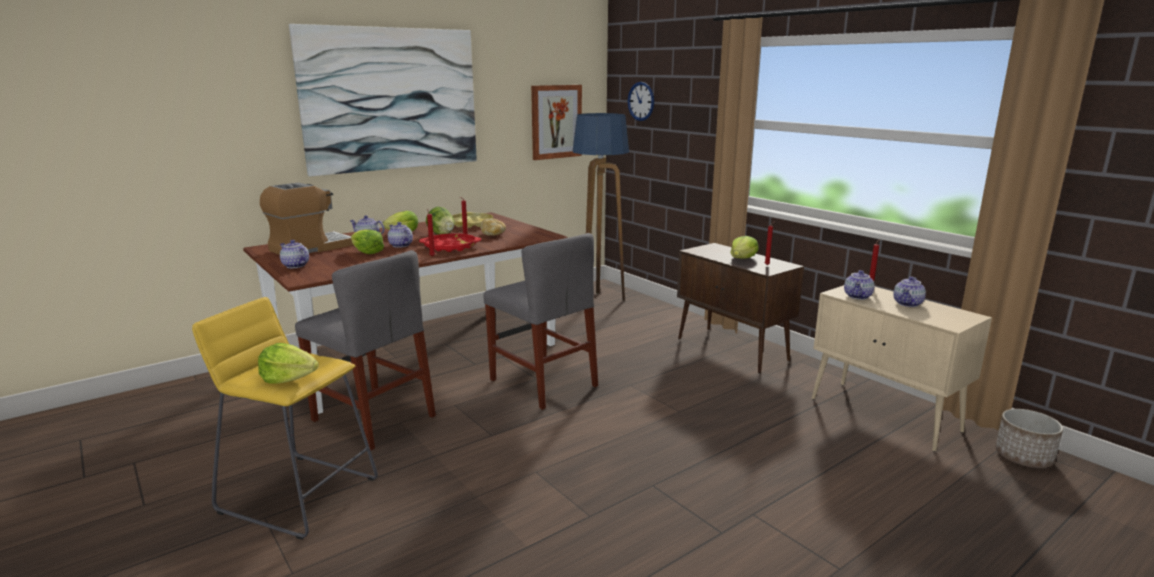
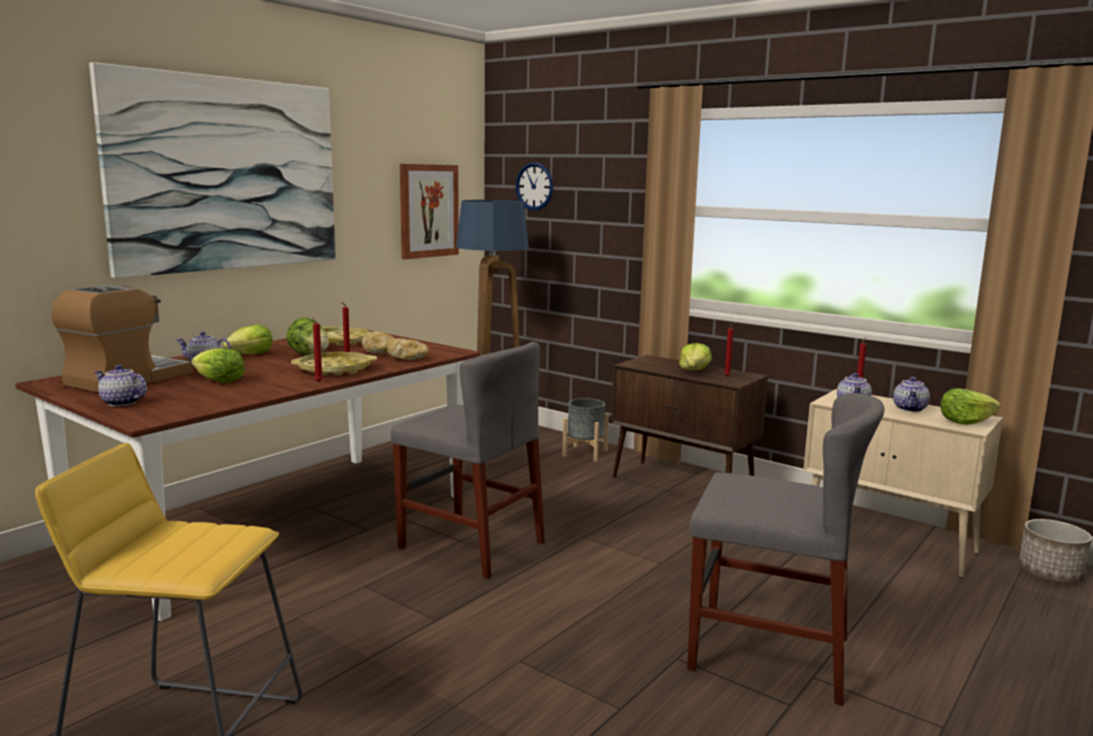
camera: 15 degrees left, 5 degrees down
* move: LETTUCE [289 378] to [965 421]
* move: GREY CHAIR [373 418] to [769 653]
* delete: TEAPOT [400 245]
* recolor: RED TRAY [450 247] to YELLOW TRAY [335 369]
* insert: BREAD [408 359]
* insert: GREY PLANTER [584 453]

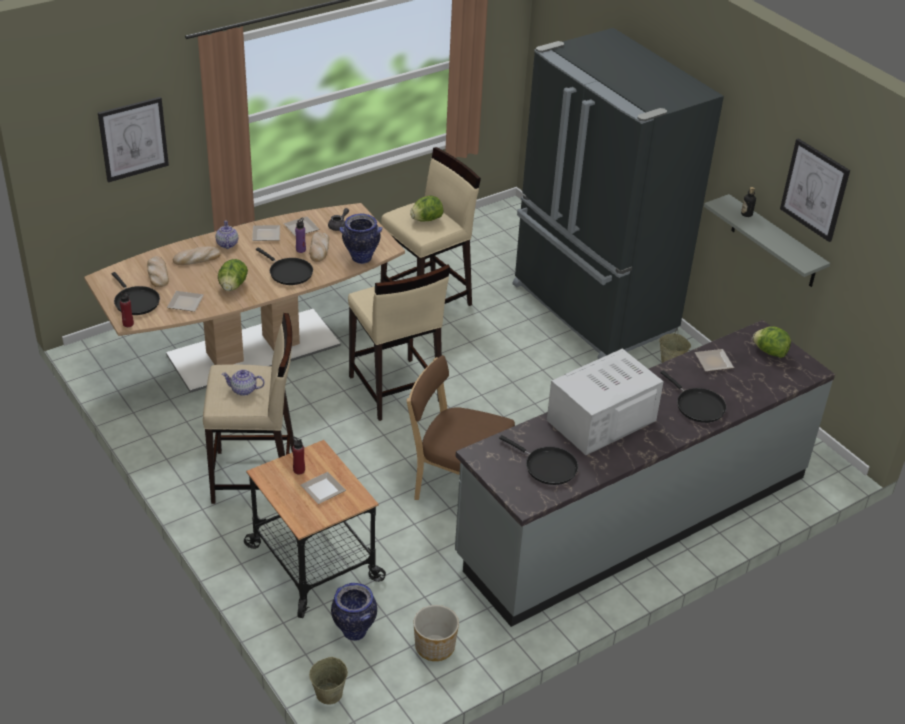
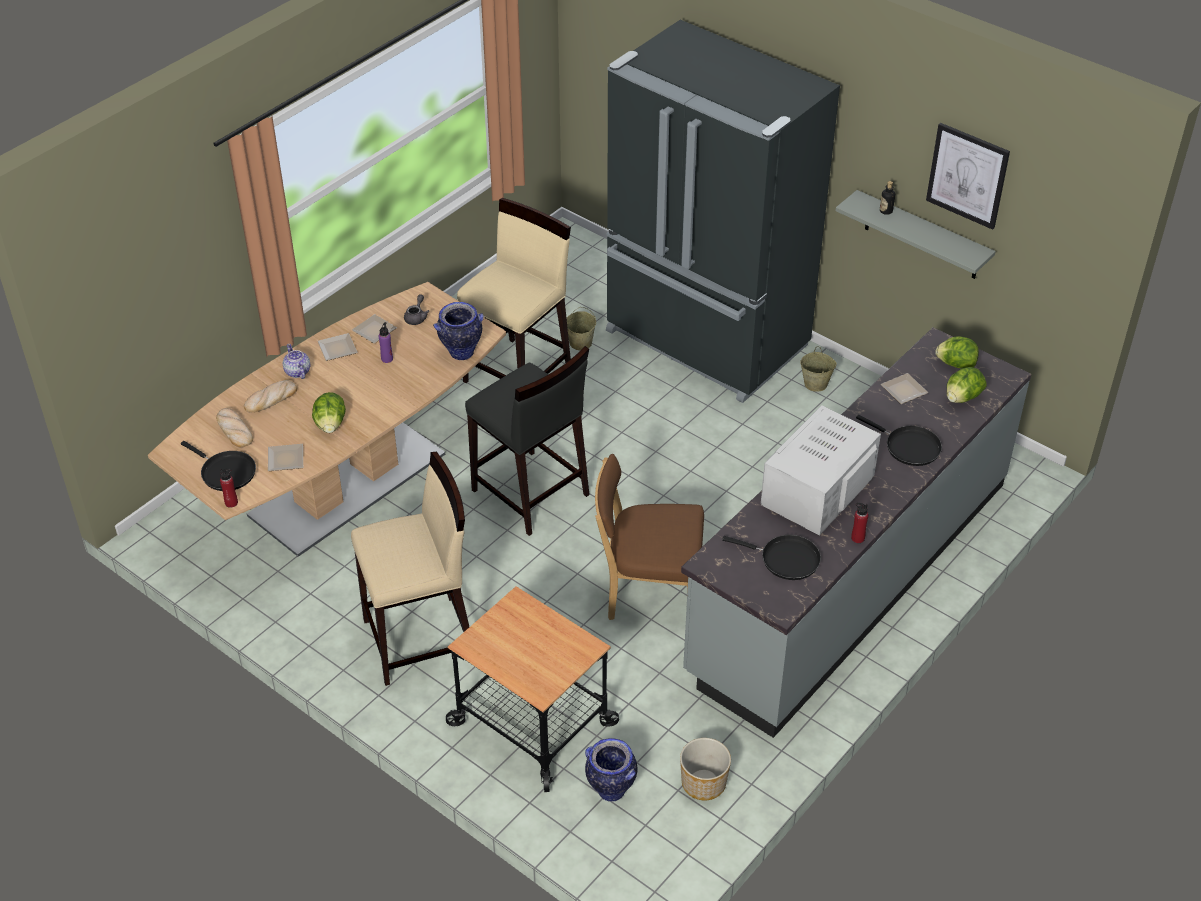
camera: 15 degrees left, 5 degrees up
* delete: PICTURE [133 139]
* delete: TEAPOT [244 390]
* delete: BLACK FRYING PAN [288 272]
* move: RED BOTTLE [299 470] to [857 538]
* delete: PLATE [322 491]
* delete: BREAD [319 248]
* move: BEIGE BUCKET [329 693] to [580 343]
* recolor: BEIGE STOOL [395 390] to BLACK STOOL [530 493]
* move: LETTUCE [426 220] to [962 398]

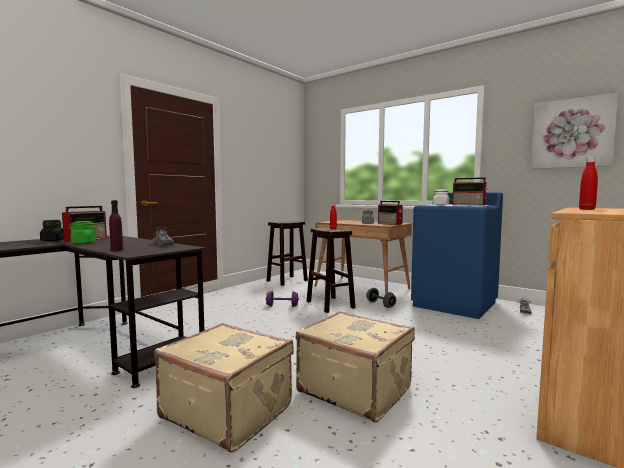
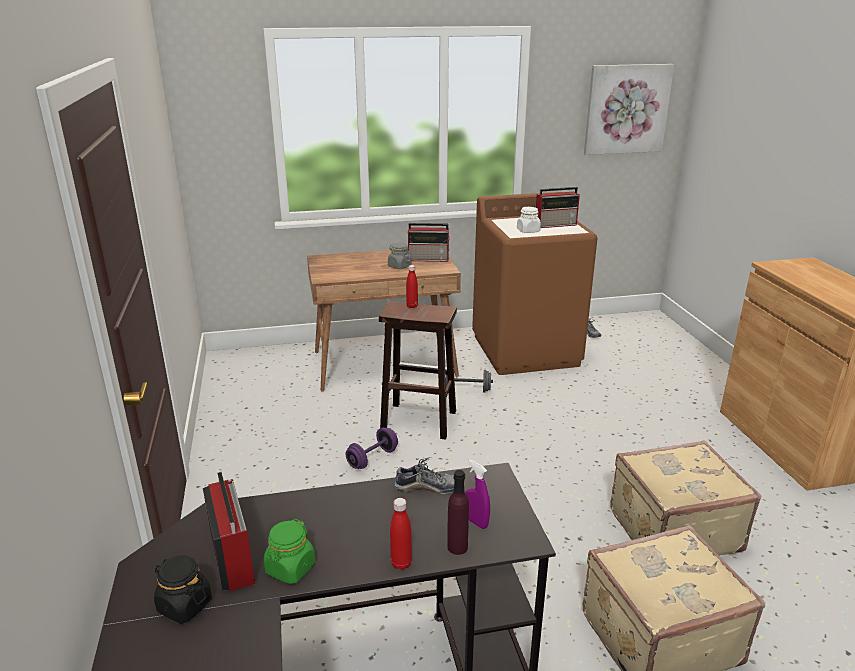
camera: 50 degrees left, 20 degrees up
* delete: BROWN STOOL [286 281]
* recolor: BLUE WASHING MACHINE [455 304] to BROWN WASHING MACHINE [526 350]
* move: RED BOTTLE [586 209] to [401 563]
* insert: PURPLE SPRAY BOTTLE [476 522]

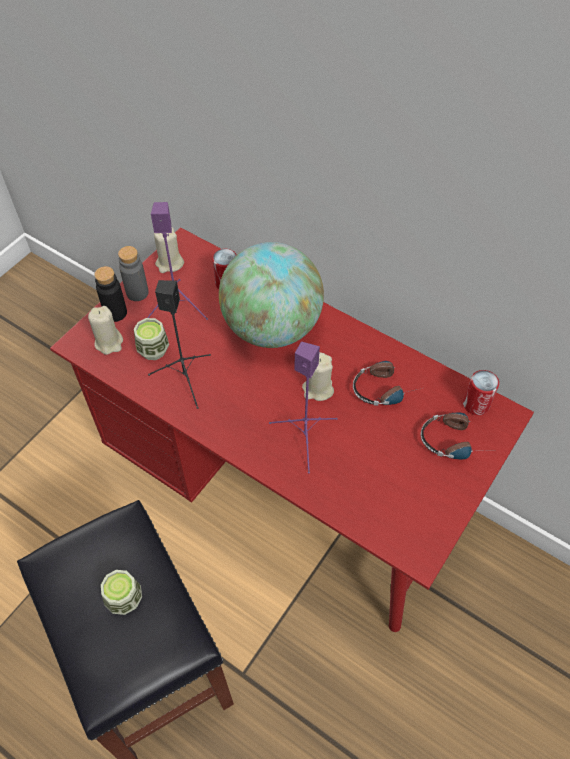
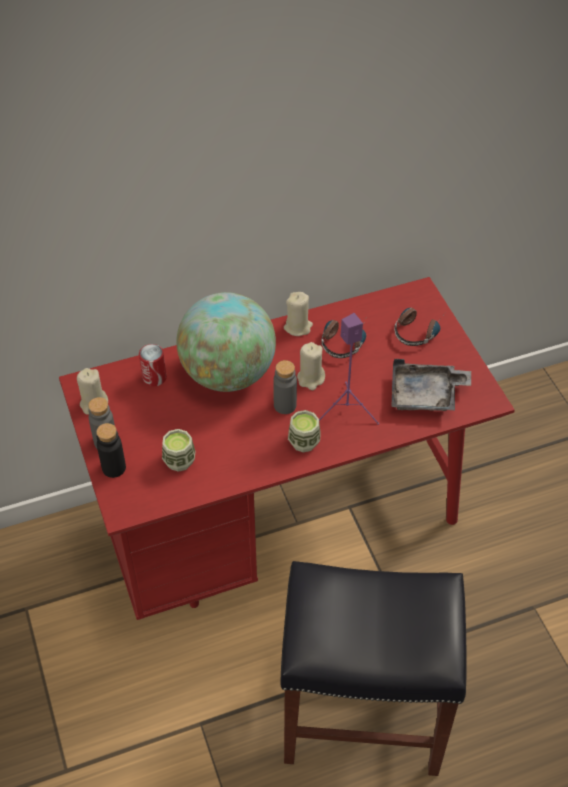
camera: 55 degrees left, 5 degrees down
* move: BEIGE CANDLE [109 342] to [298 327]
* move: CUP [124 599] to [304 442]
* delete: PURPLE SPEAKER [178 306]
* delete: BLACK SPEAKER [185 378]
* delete: CAN [476 404]
* insert: GREY BOTTLE [285 405]
* insert: GREY TRAY [425 395]

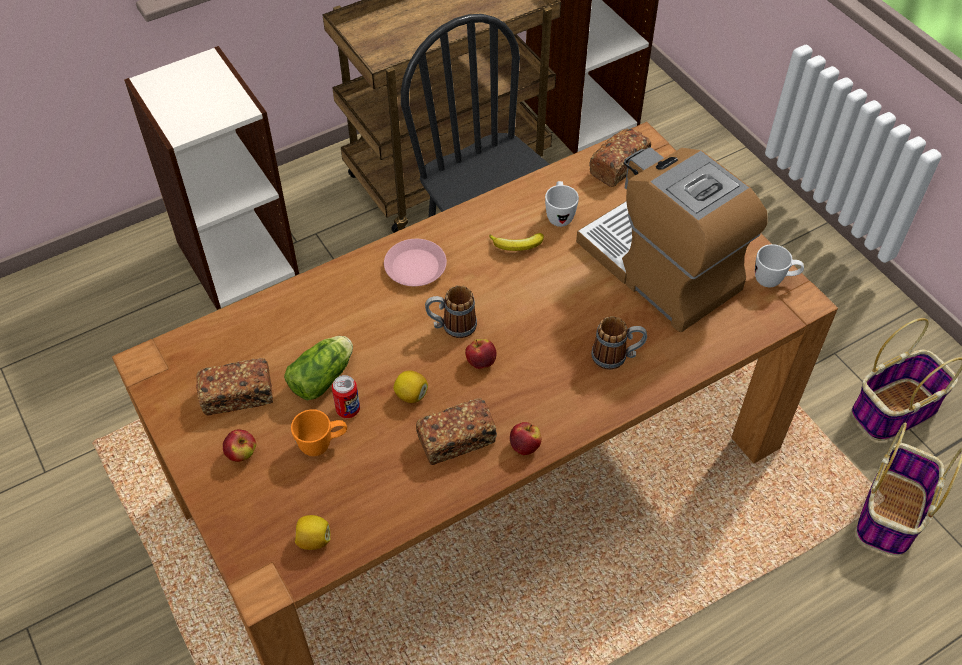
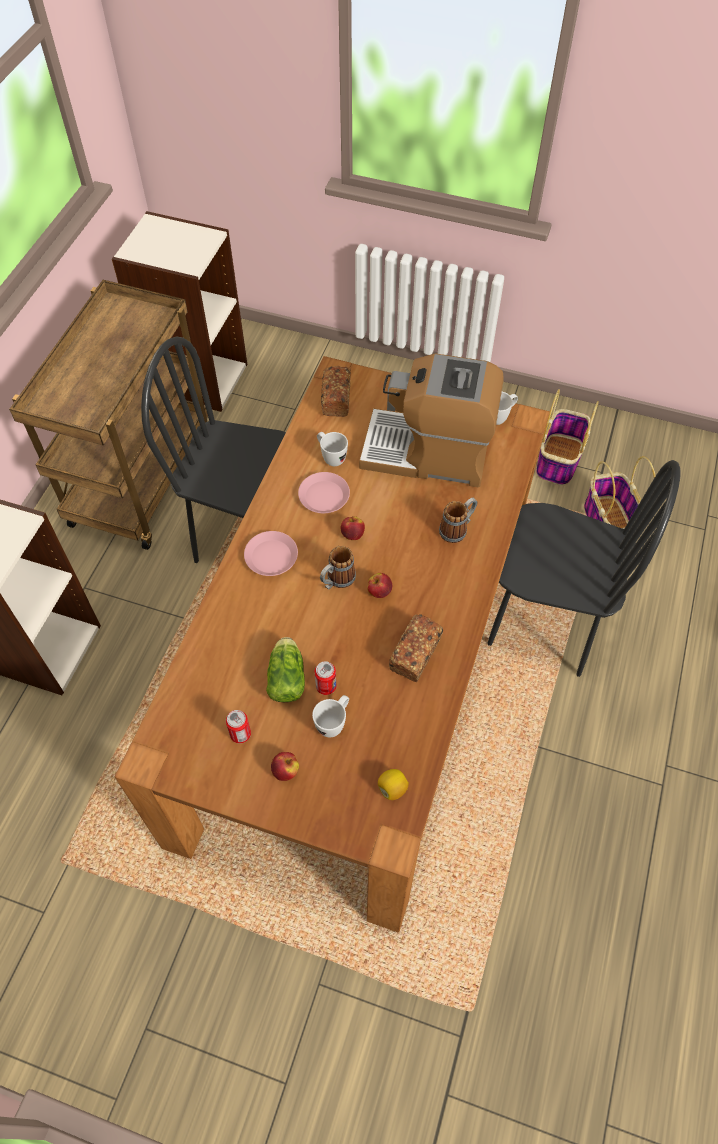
camera: 40 degrees left, 5 degrees up
* replace: BREAD [237 396] to CAN [240 734]
* recolor: ORANGE MUG [322 445] to WHITE MUG [333 722]
* delete: LEMON [411 395]
* replace: BANANA [517 246] to PINK PLATE [324 496]
* move: APPLE [524 446] to [352 534]
* insert: BLACK CHAIR [544 623]

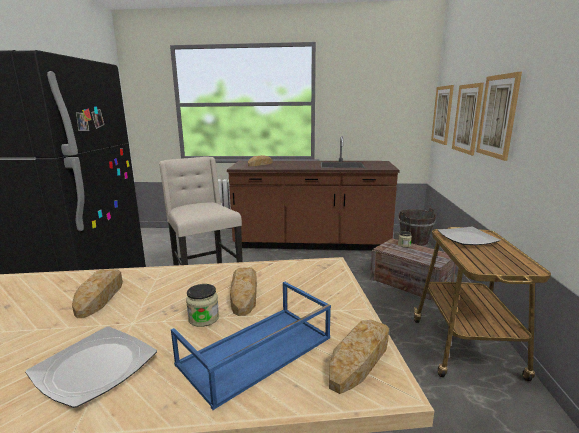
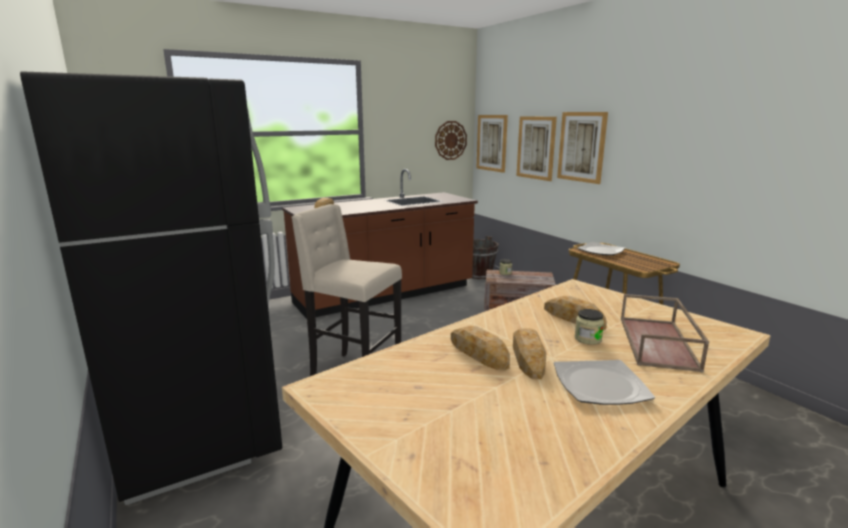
camera: 35 degrees left, 0 degrees up
* recolor: BLUE TRAY [256 352] to BROWN TRAY [659 343]
* move: BREAD [359 359] to [528 358]
* insert: WALL CLOCK [450 140]

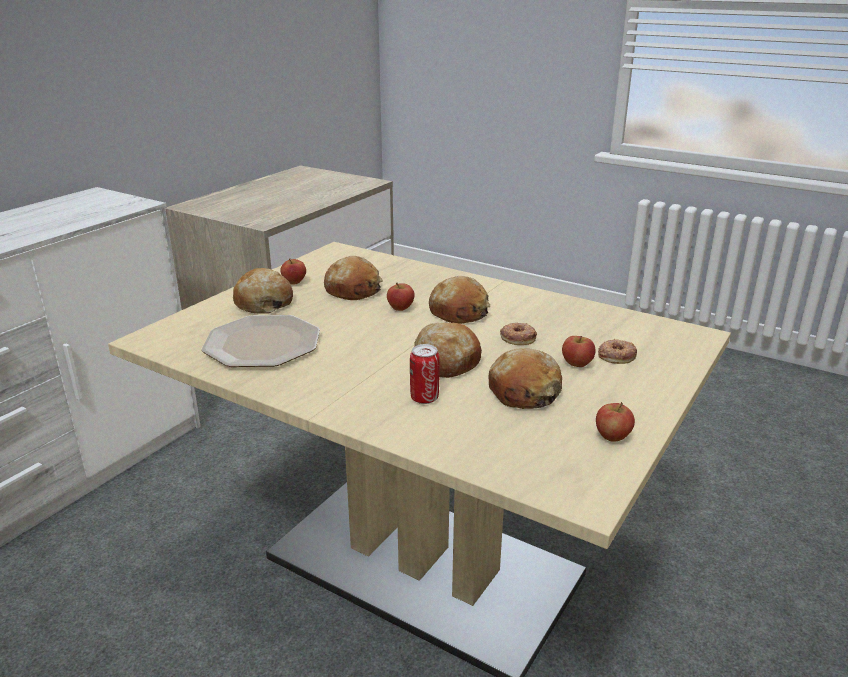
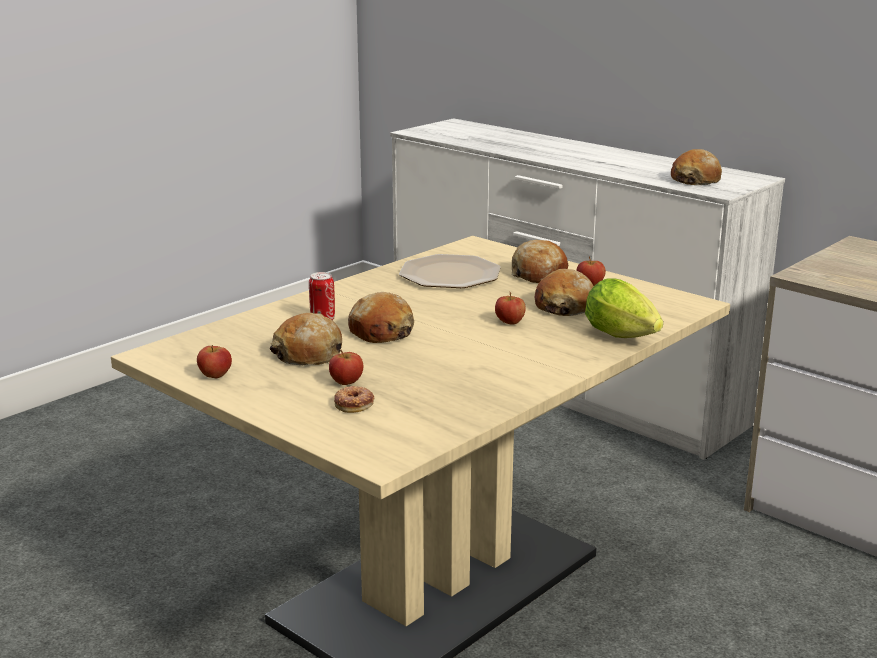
camera: 100 degrees right, 5 degrees down
* move: BREAD [459 312] to [695 180]
* delete: DONUT [518 337]
* insert: LETTUCE [624 337]

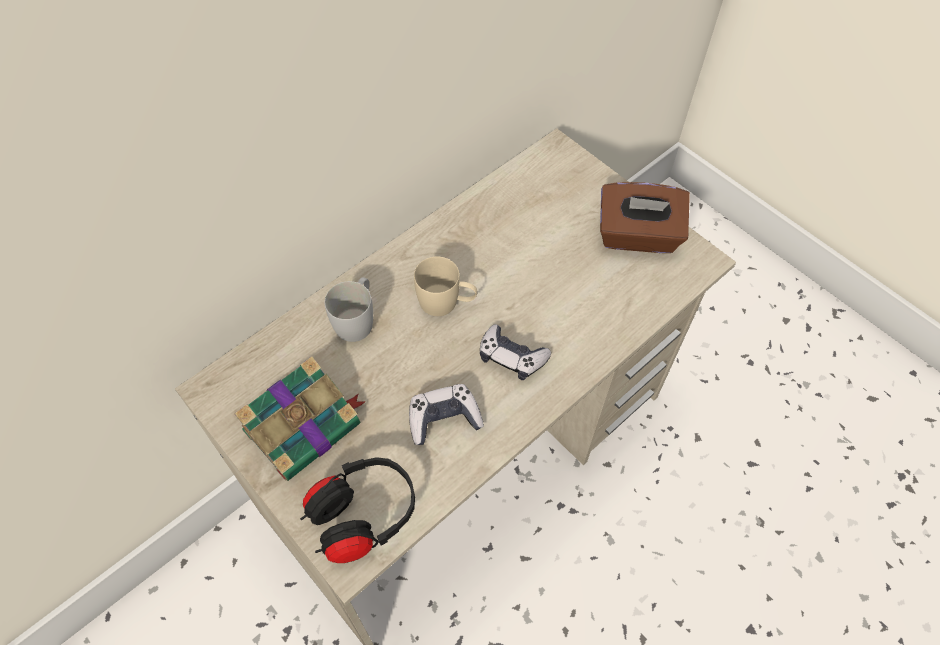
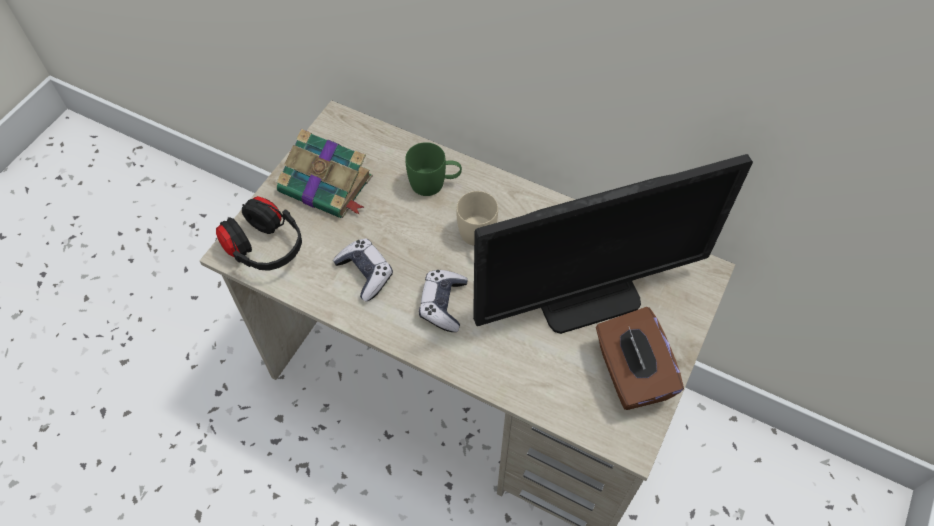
camera: 70 degrees right, 0 degrees up
* recolor: WHITE MUG [357 319] to GREEN MUG [434 183]
* insert: MONITOR [587 295]

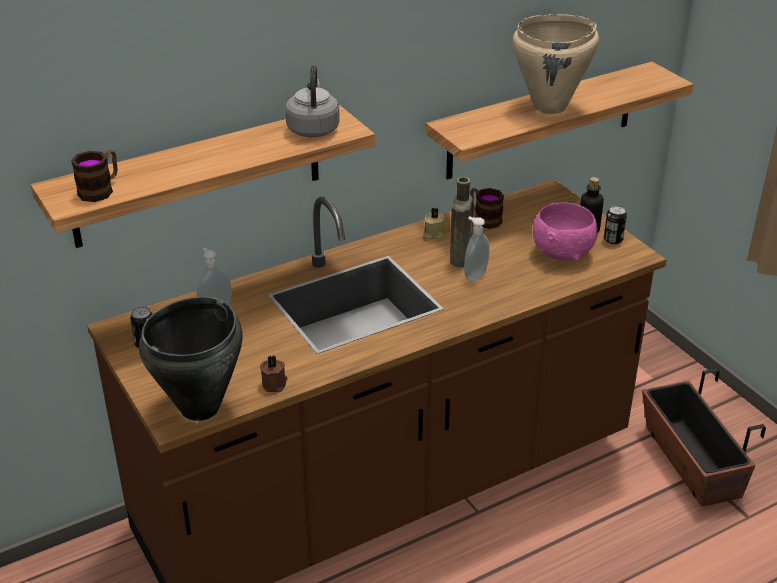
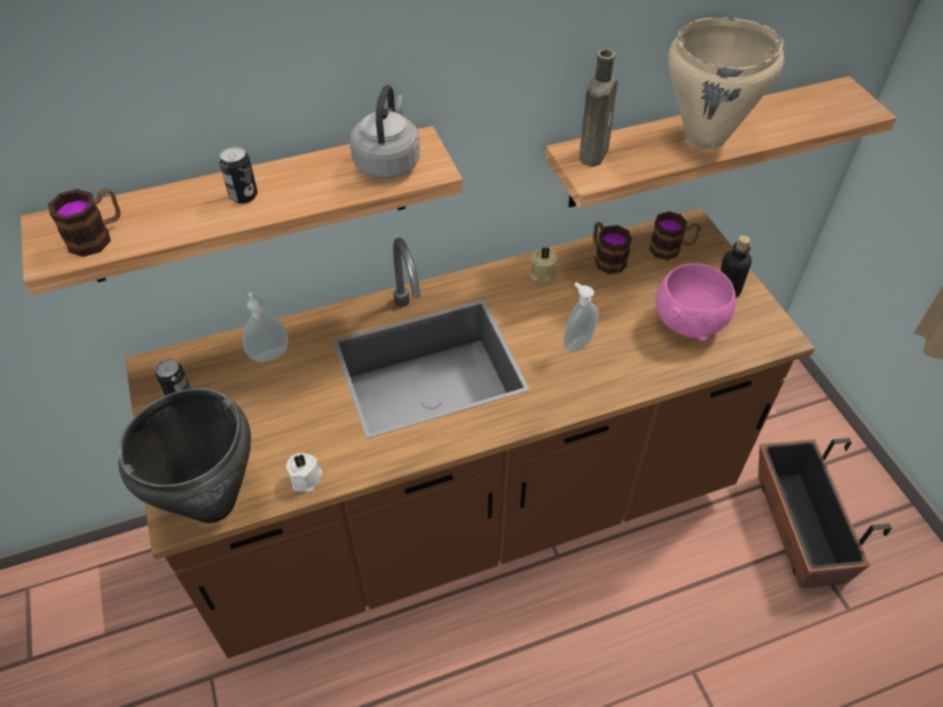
camera: 10 degrees right, 15 degrees up
* recolor: BROWN CANDLE [275 384] to WHITE CANDLE [307 478]
* move: BROWN BOTTLE [461 256] to [594 152]
* move: CAN [613 239] to [243 195]
* insert: MUG [671 248]

